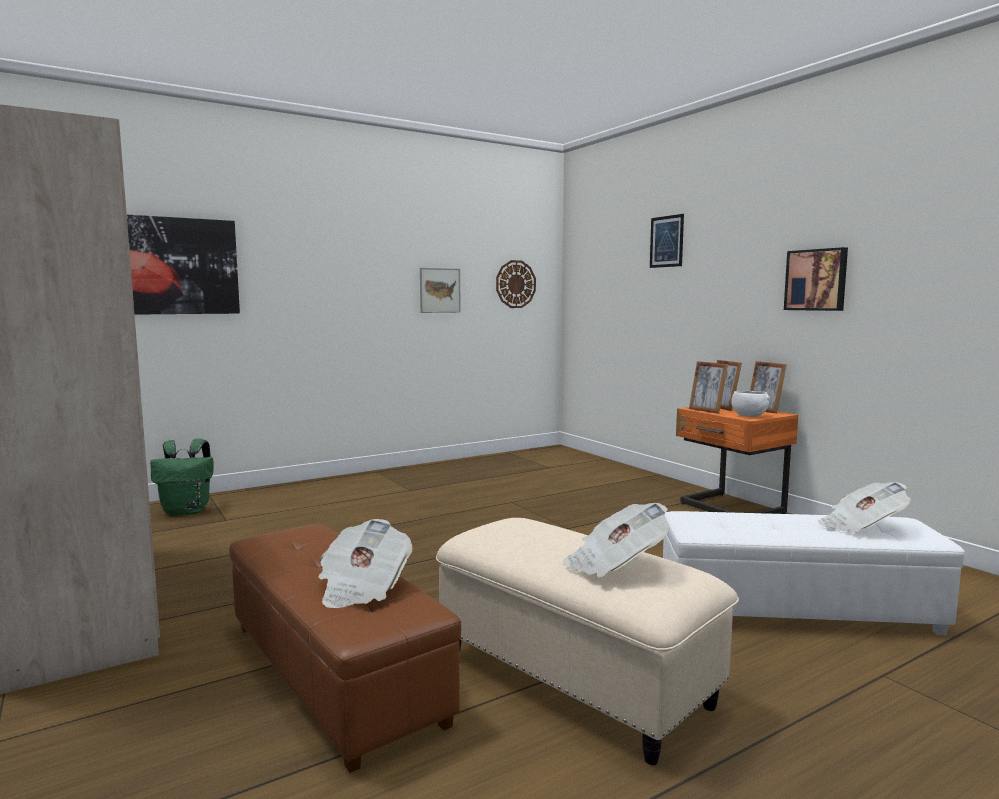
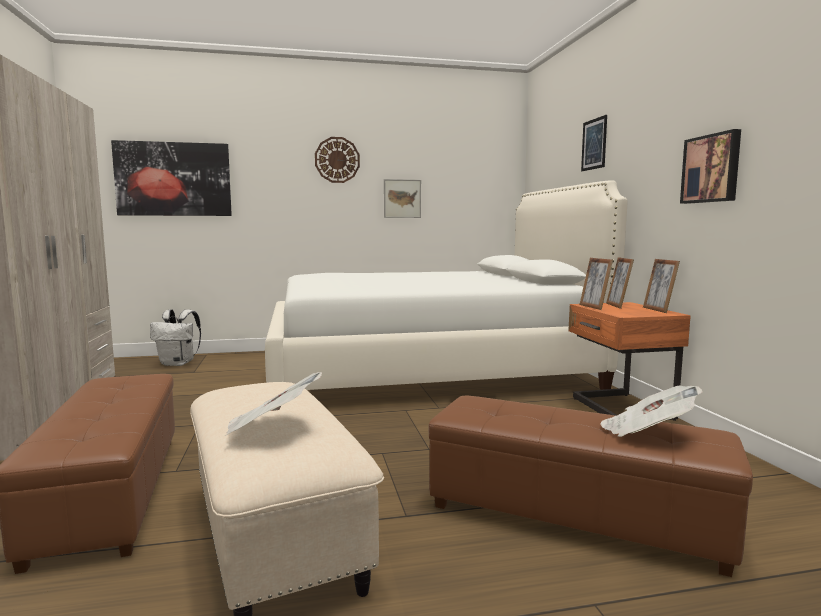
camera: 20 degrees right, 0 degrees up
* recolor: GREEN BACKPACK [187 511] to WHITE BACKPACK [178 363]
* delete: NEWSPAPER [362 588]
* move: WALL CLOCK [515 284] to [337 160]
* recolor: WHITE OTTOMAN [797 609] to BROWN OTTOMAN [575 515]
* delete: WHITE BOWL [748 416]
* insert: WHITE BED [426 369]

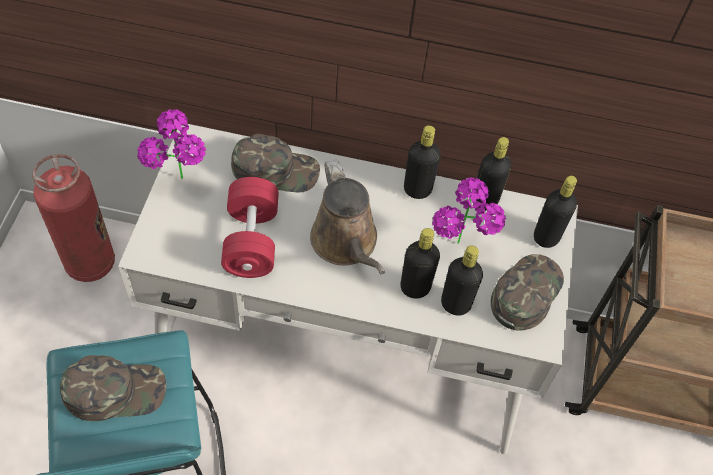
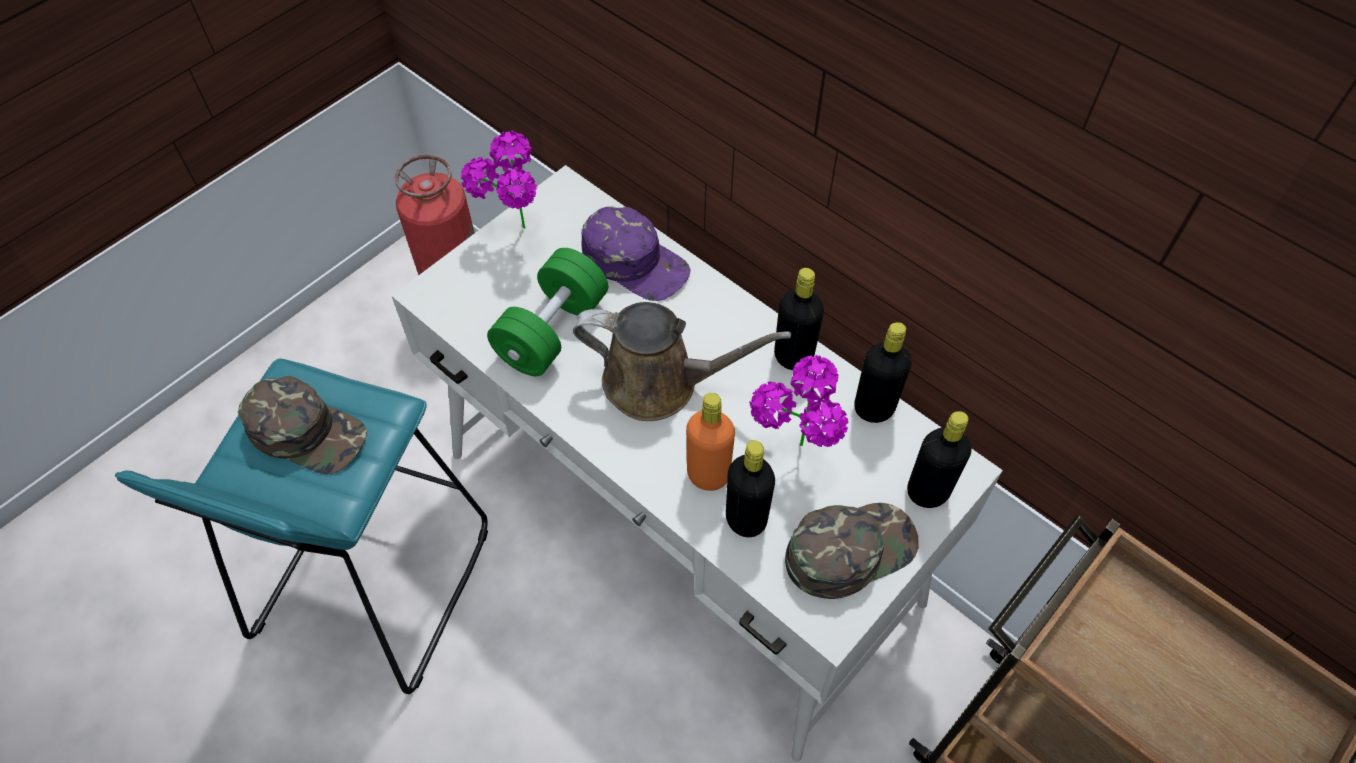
camera: 35 degrees right, 0 degrees up
* recolor: RED DUMBBELL [251 240] to GREEN DUMBBELL [552 331]
* recolor: GREEN CAP [275 170] to PURPLE CAP [635 261]
* rotate: BROWN WATERING CAN [346 243] = [660 383] 90 degrees counterclockwise
* recolor: BLACK BOTTLE [415 287] to ORANGE BOTTLE [708 475]

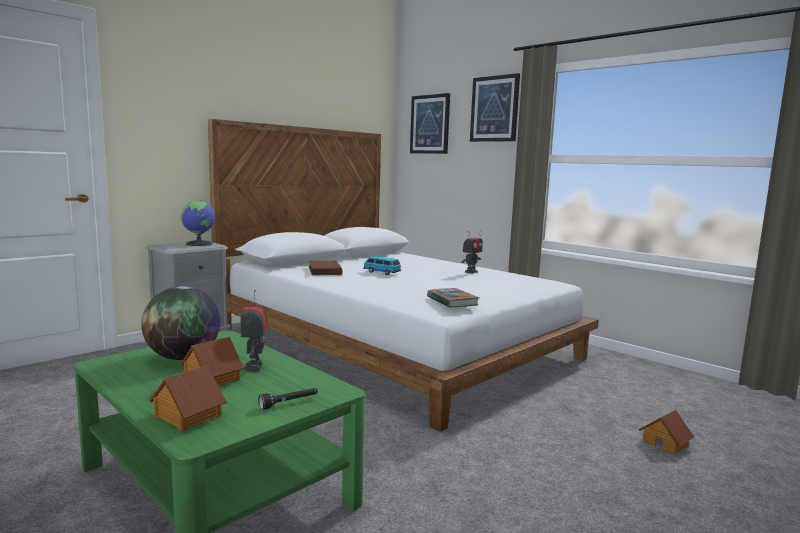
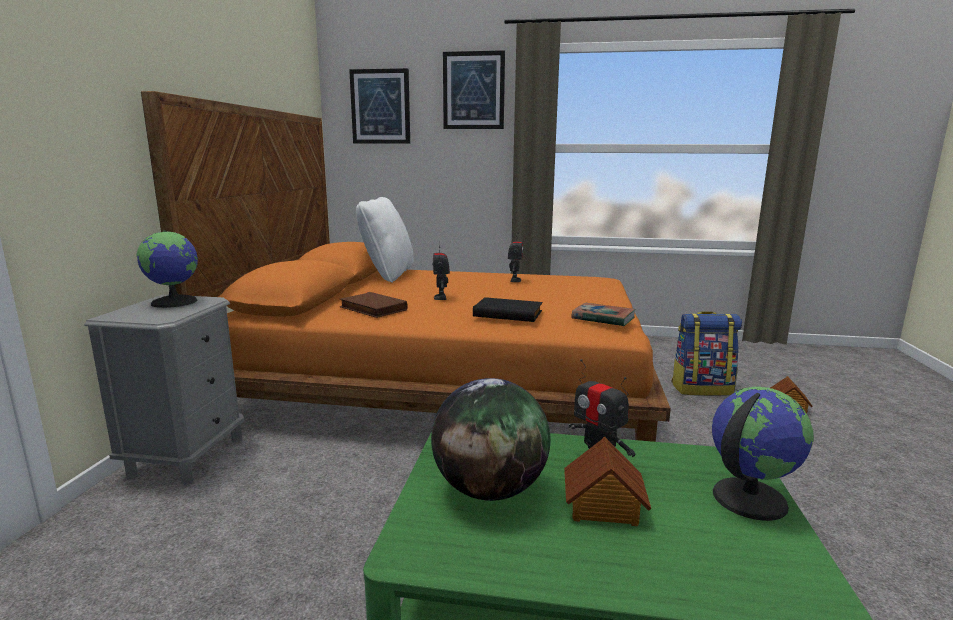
camera: 35 degrees left, 5 degrees up
* delete: TOY HOUSE [187 416]
* recolor: WHITE BED [395 343] to ORANGE BED [447 379]
* replace: BLACK FLASHLIGHT [289 403] to GLOBE [748 498]
* replace: TOY CAR [381 272] to TOY ROBOT [441 298]
* insert: WHITE PILLOW [388 275]
* insert: BLACK BOOK [508 313]
* insert: BACKPACK [701 388]

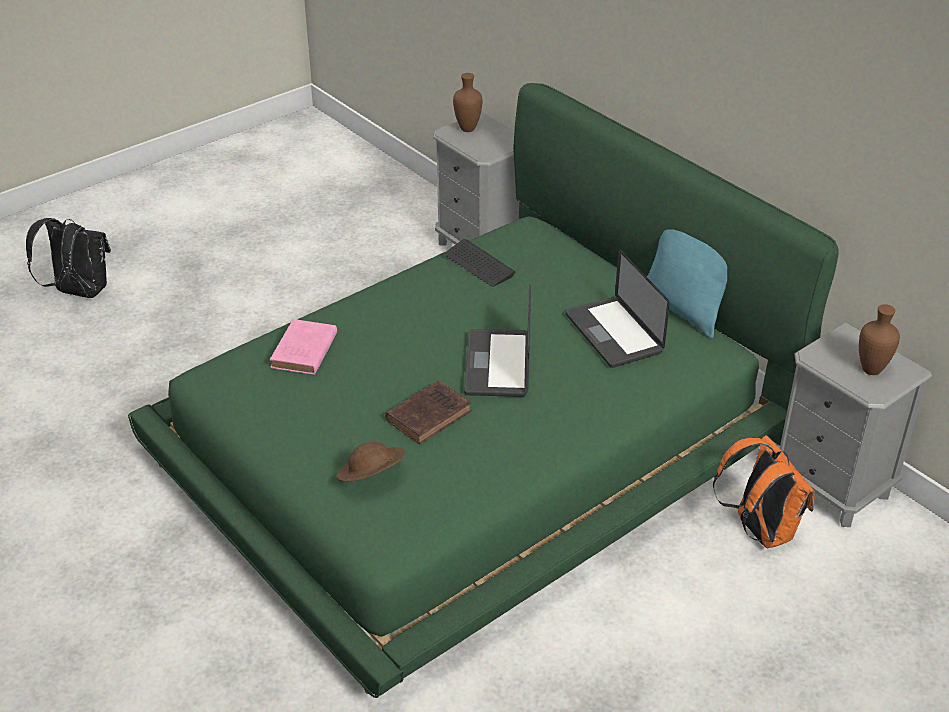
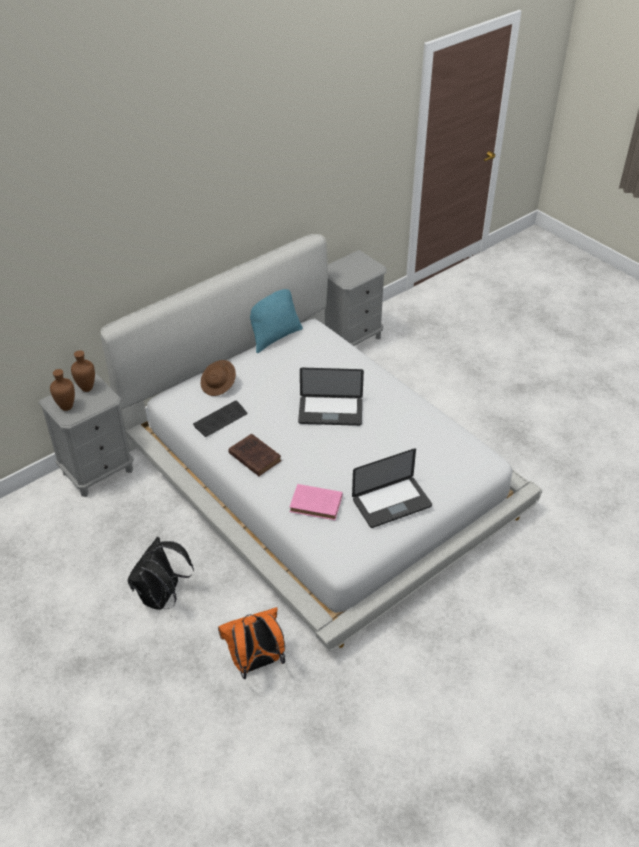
camera: 90 degrees left, 5 degrees up
* move: BLACK BACKPACK [79 292] to [162 597]
* recolor: GREEN BED [474 445] to WHITE BED [319 476]
* move: BROWN HAT [371 477] to [219 385]
* move: BROWN BOOK [430 415] to [254 456]
* move: LAPTOP [613 333] to [392 503]
* move: ORANGE BACKPACK [759 530] to [256 663]
* move: BROWN VASE [872 370] to [87 388]

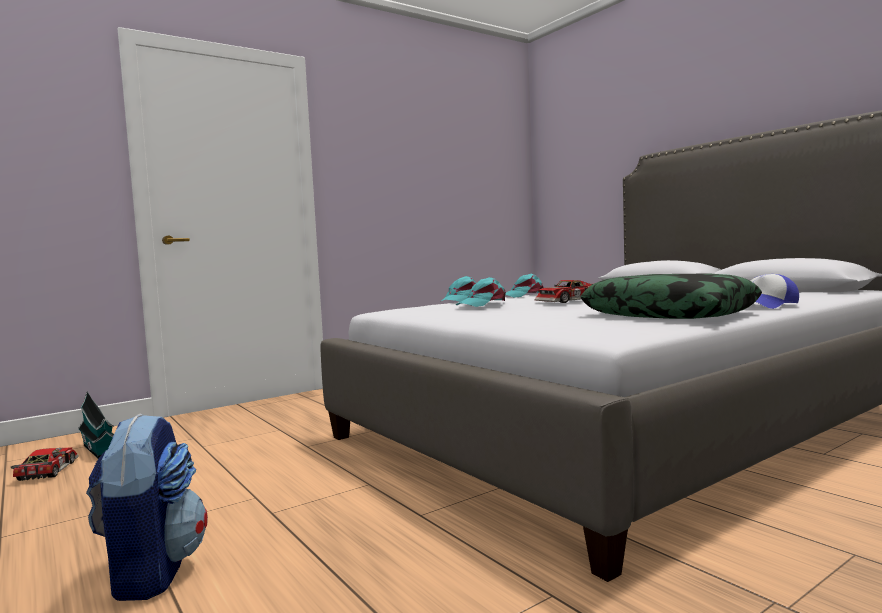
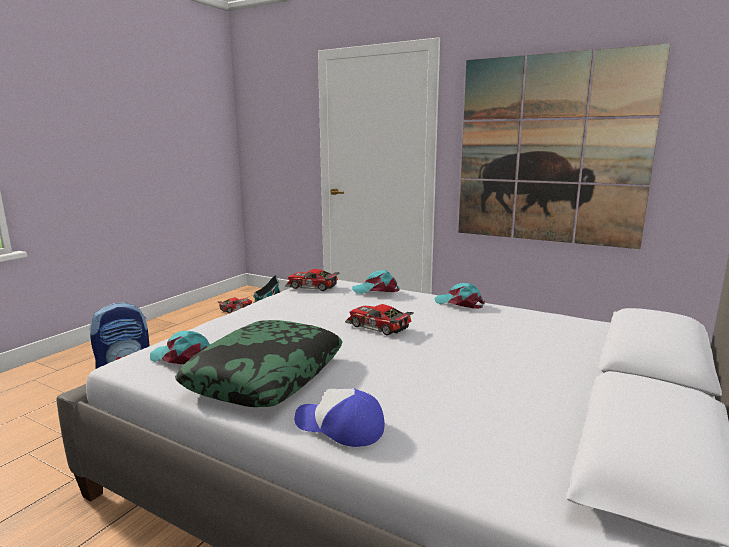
camera: 65 degrees right, 10 degrees up
* move: TURQUOISE CAP [482 304] to [182 357]
* insert: TOY CAR [311 287]
* insert: PICTURE [550 150]

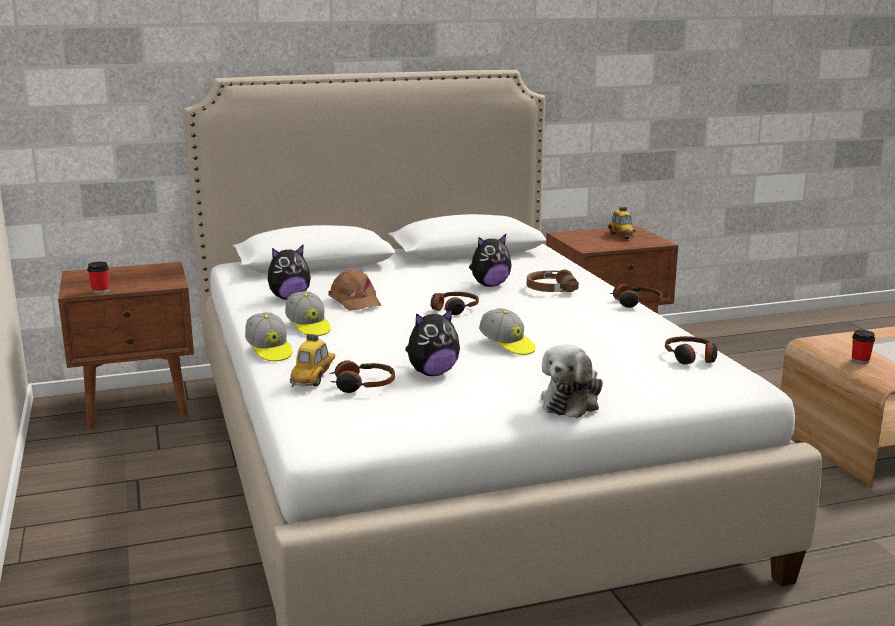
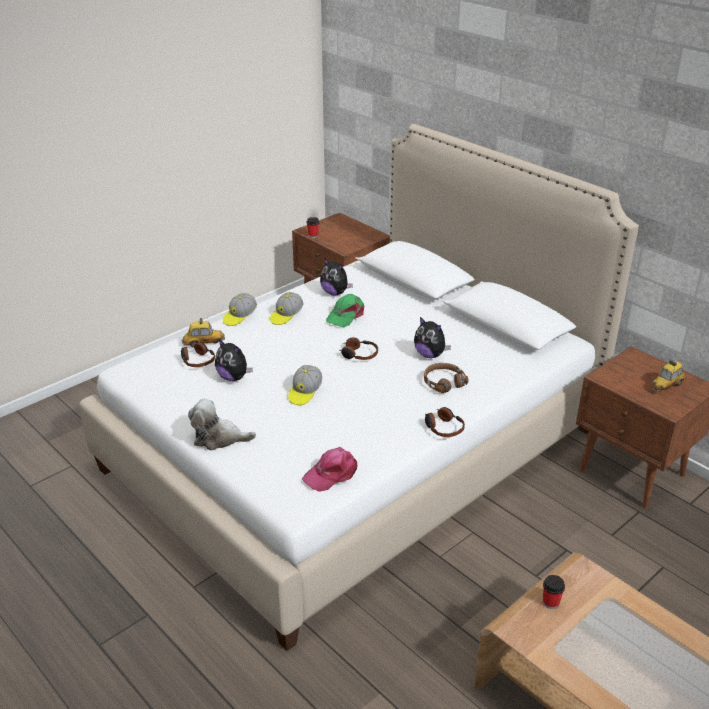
camera: 65 degrees right, 15 degrees up
* recolor: BROWN CAP [355 301] to GREEN CAP [346 315]
* replace: HEADPHONES [691 358] to PINK CAP [332 474]

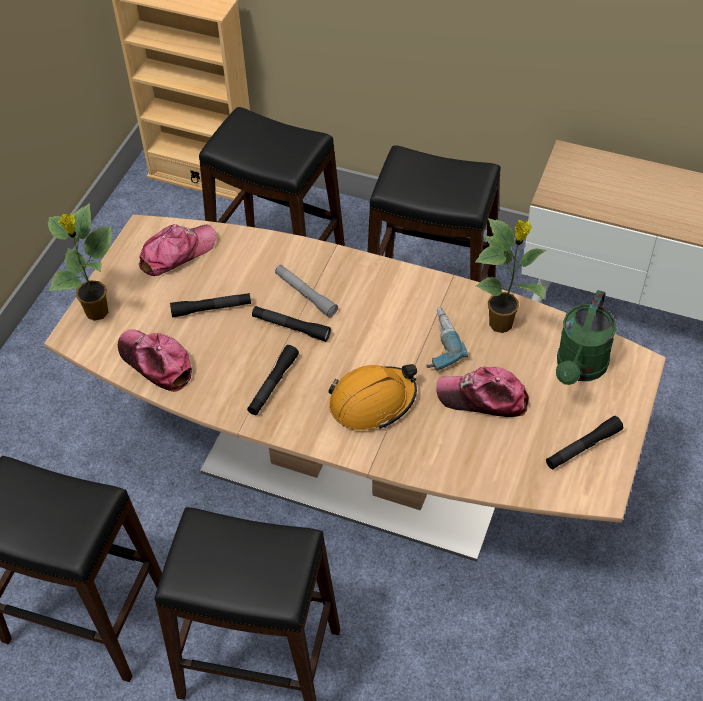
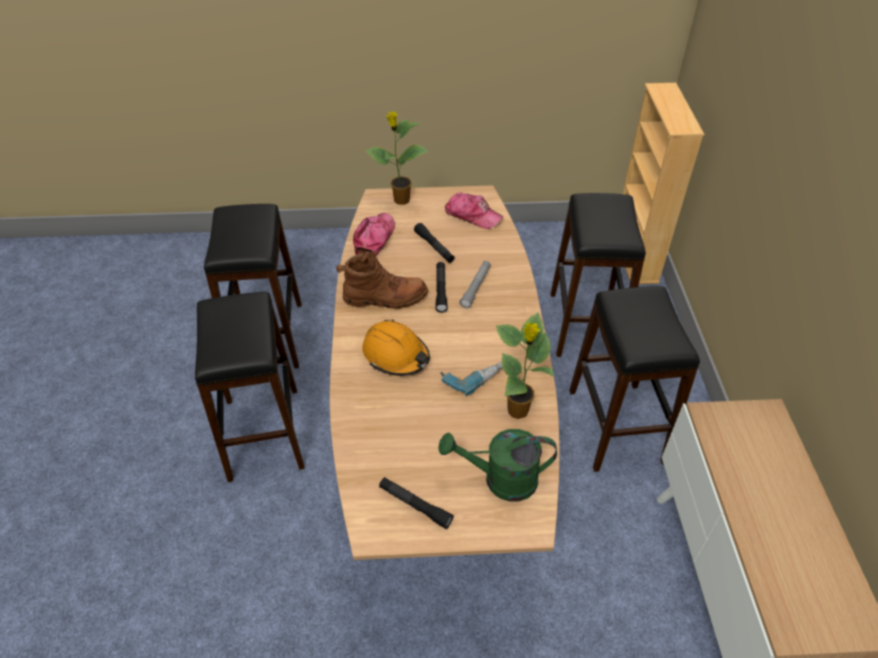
camera: 65 degrees right, 5 degrees down
* replace: BLACK FLASHLIGHT [273 384] to BROWN BOOT [385 298]
* delete: CAP [483 398]

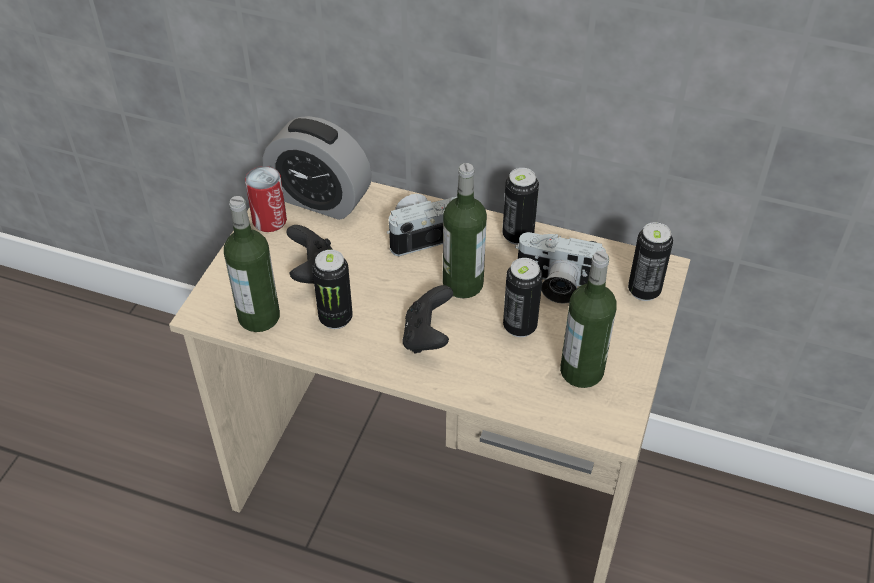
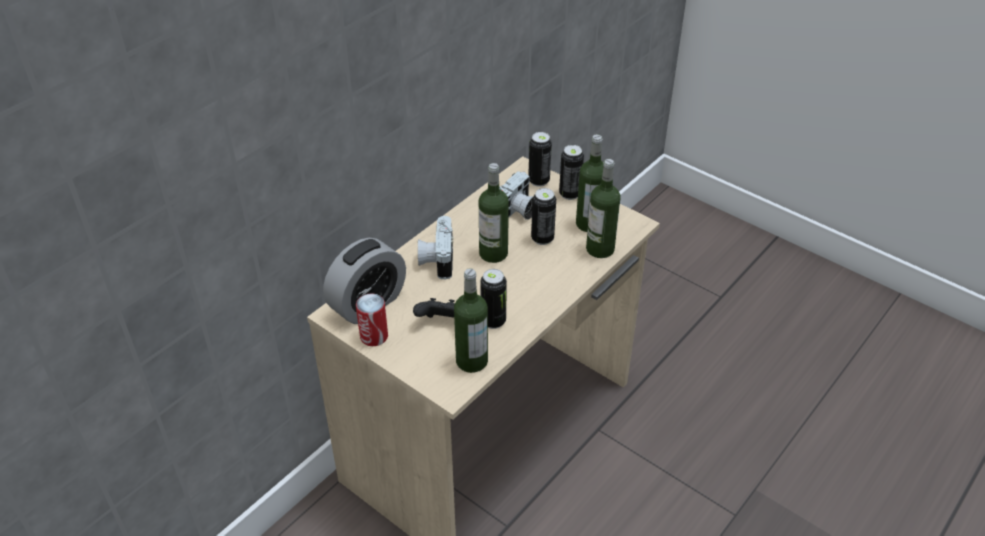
camera: 70 degrees left, 5 degrees down
* delete: BLACK GAME CONTROLLER [427 336]
* move: CAN [518 235] to [569 194]
* insert: BOTTLE [600 249]

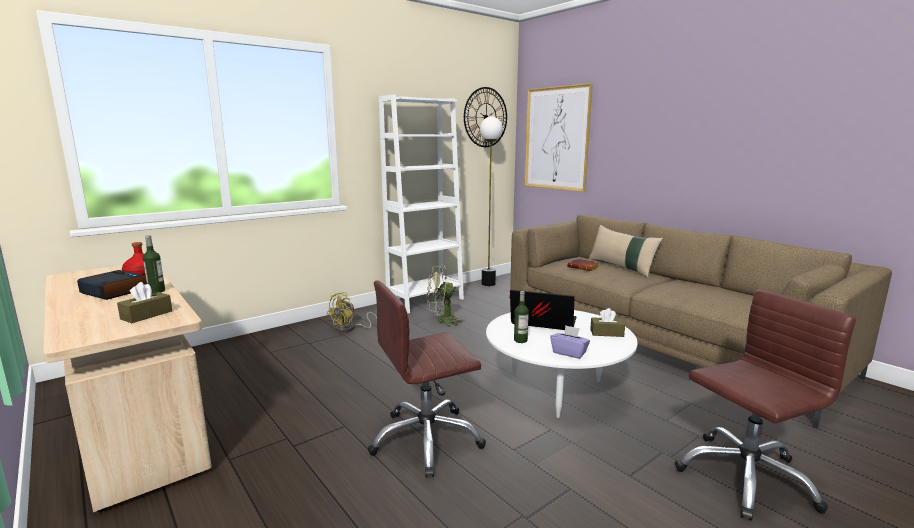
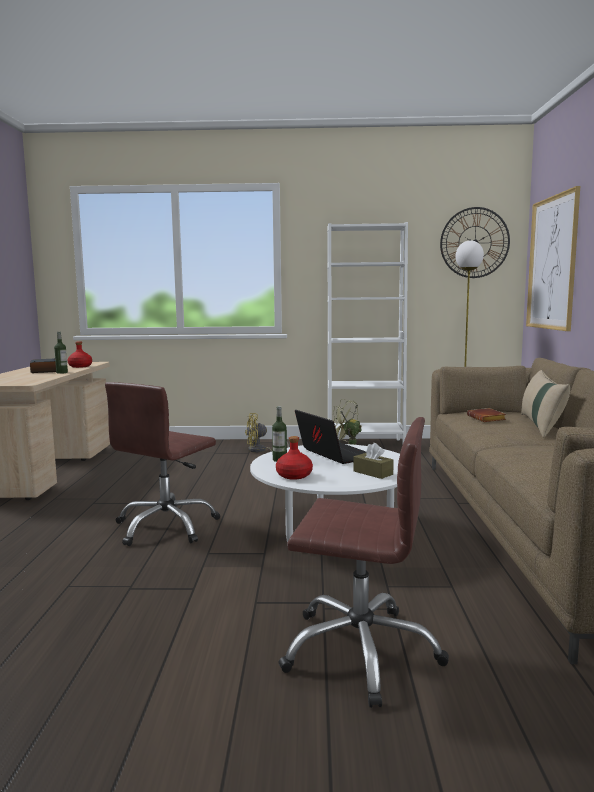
camera: 40 degrees right, 5 degrees down
* delete: BROWN TISSUE BOX [146 315]
* rotate: BROWN OFFICE CHAIR [426 440] = [166 526] 75 degrees counterclockwise
* replace: PURPLE TISSUE BOX [569 353] to RED BOTTLE [293 475]

